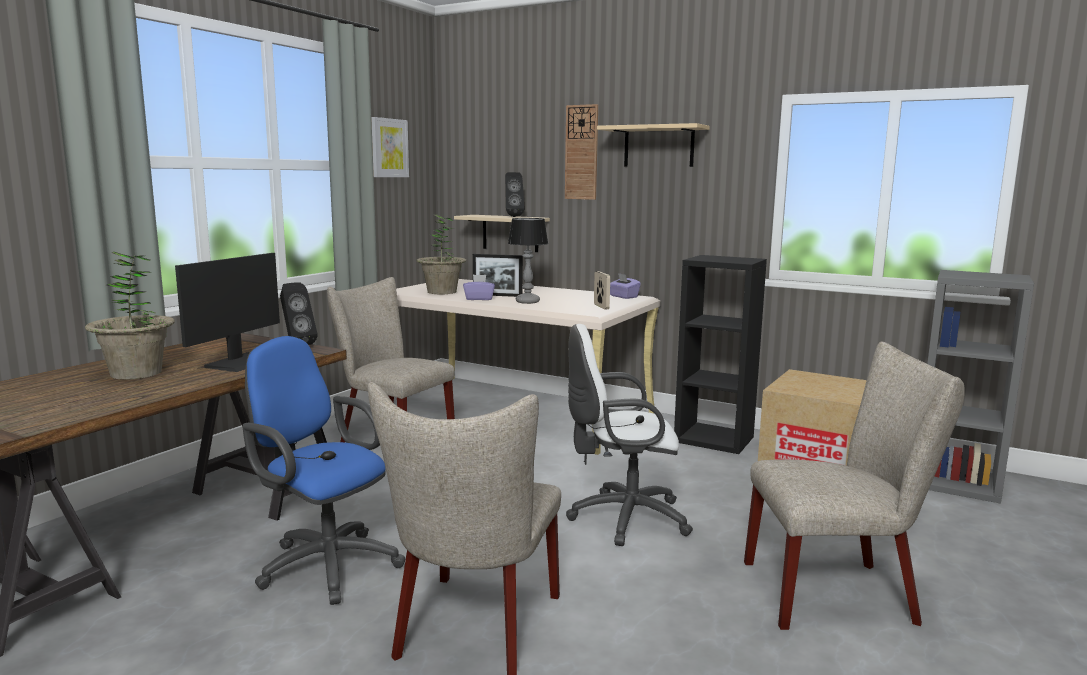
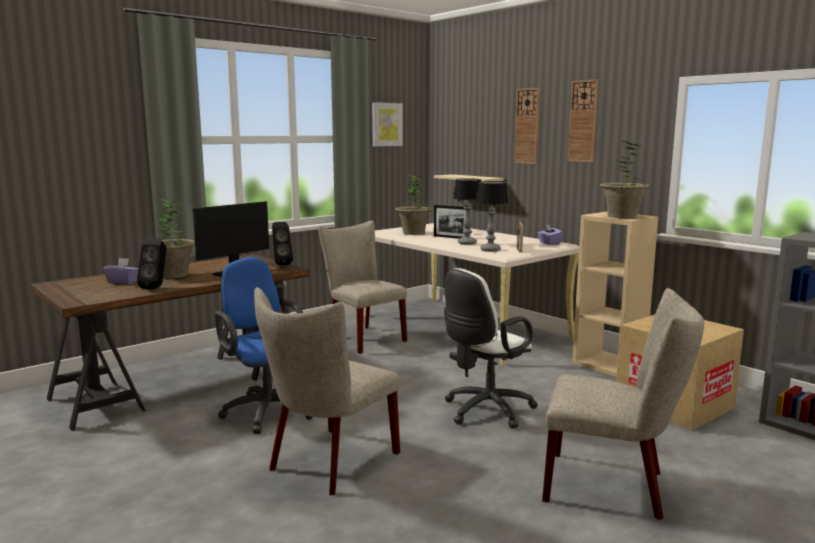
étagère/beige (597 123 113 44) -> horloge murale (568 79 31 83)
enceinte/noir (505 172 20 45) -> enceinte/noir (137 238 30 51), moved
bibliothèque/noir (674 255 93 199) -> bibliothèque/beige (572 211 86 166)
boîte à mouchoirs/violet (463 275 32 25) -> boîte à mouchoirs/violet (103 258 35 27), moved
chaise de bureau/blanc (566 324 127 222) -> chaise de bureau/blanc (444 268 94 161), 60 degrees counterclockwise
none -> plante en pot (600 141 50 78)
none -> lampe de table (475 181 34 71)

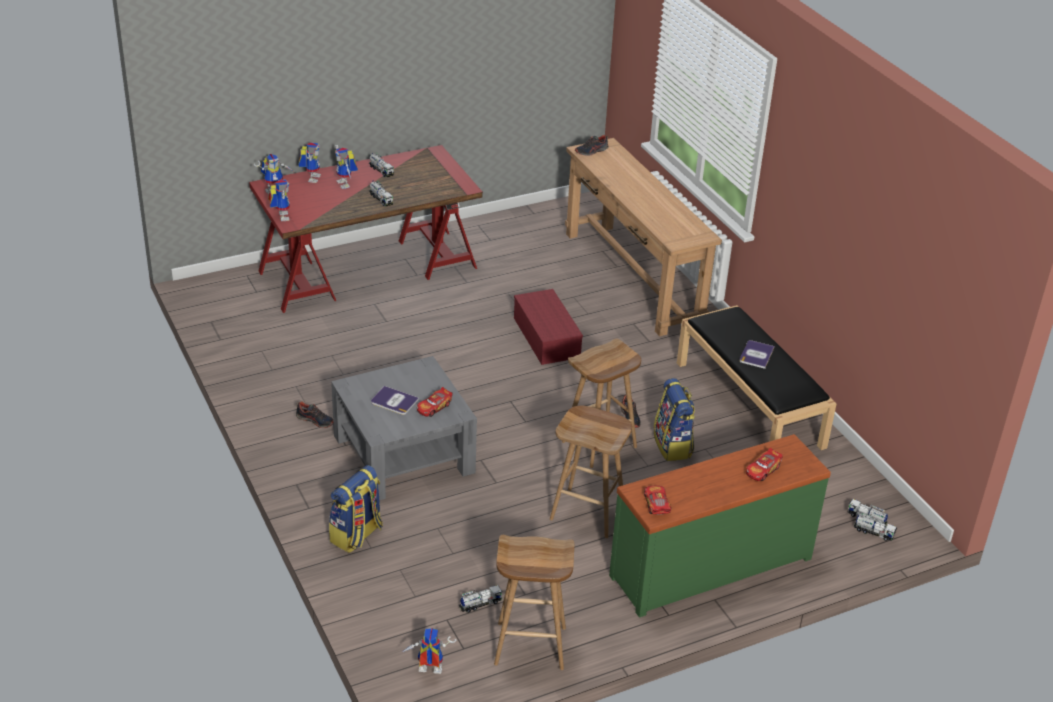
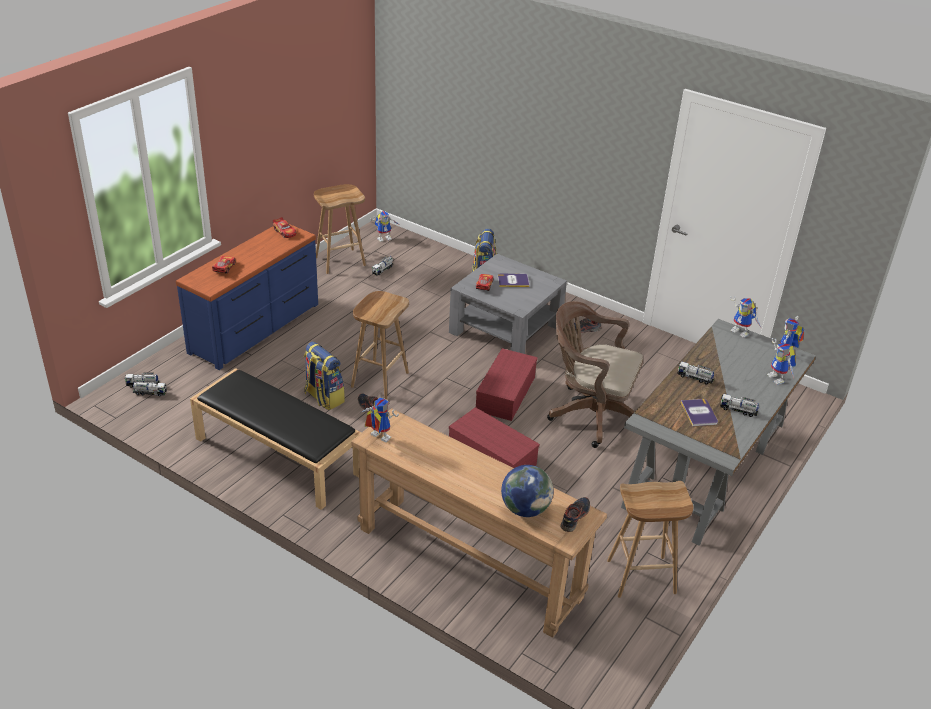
bureau/rouge (249 145 234 168) -> bureau/gris (621 319 195 227)
robot jouet (335 145 23 44) -> robot jouet (360 397 39 45), moved
livre (740 340 35 29) -> livre (681 399 37 27), moved
tabouret/marron (550 405 82 133) -> tabouret/marron (607 481 87 117), moved
commode/vert (609 434 222 183) -> commode/bleu (176 224 142 146)
none -> chaise de bureau/marron (547 301 96 147)
none -> boîte de rangement/rouge (476 348 62 73)
none -> globe (501 465 52 52)

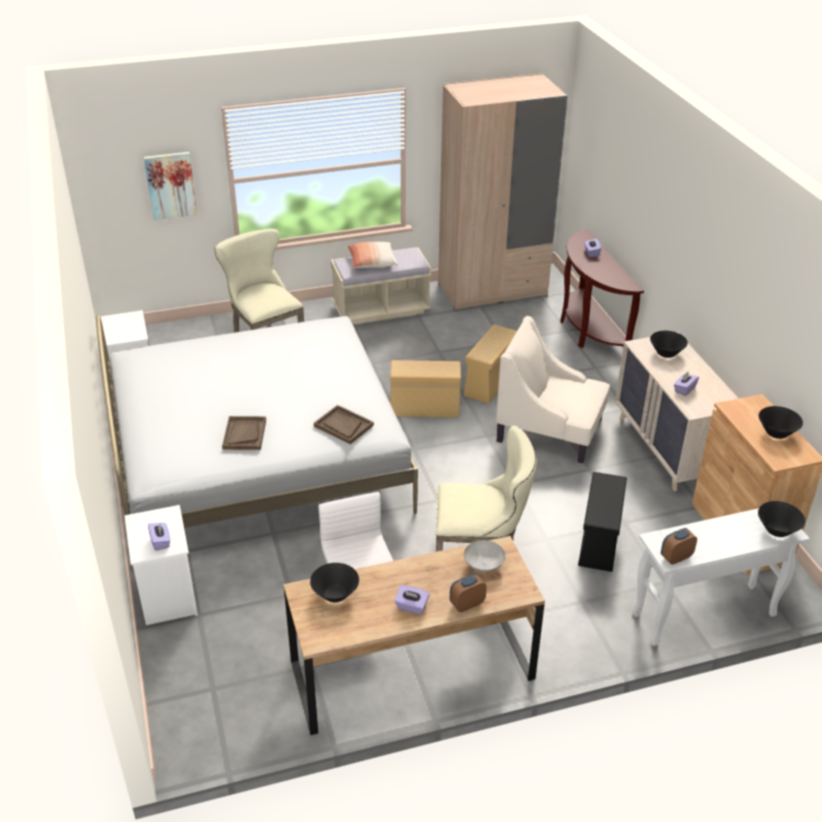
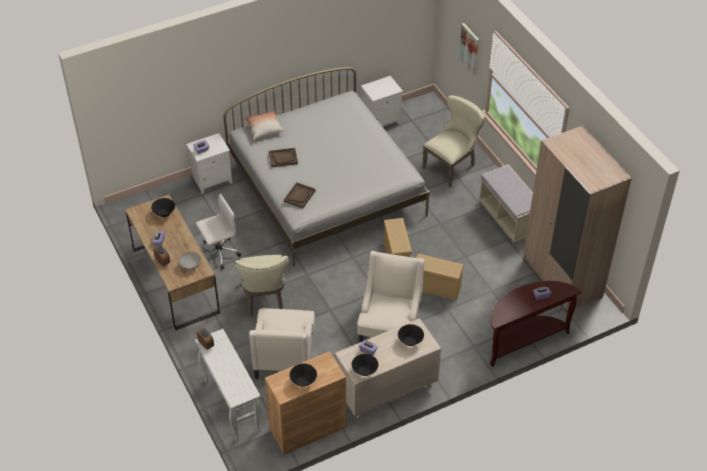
coussin (348 242 50 26) -> coussin (245 111 39 28), moved
boîte de rangement/noir (578 472 49 100) -> fauteuil/beige (249 308 66 71)
bol/noir (758 501 47 36) -> bol/noir (352 354 26 22), moved

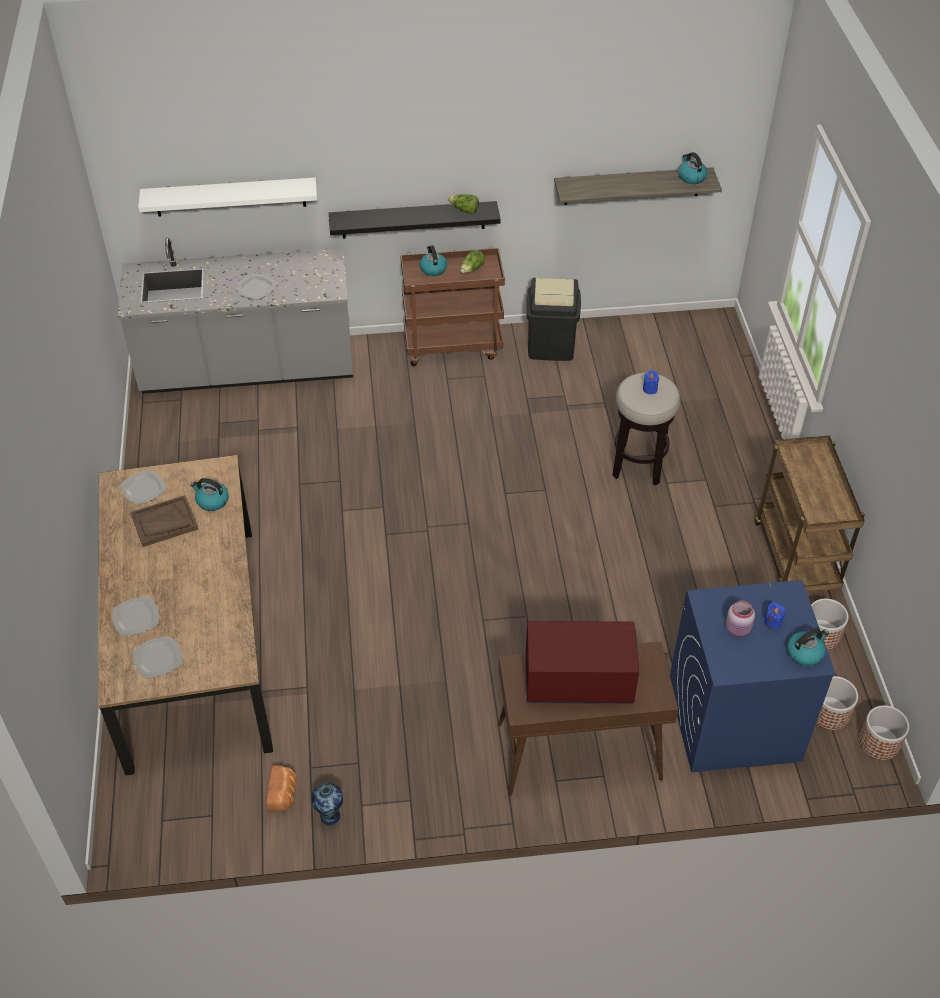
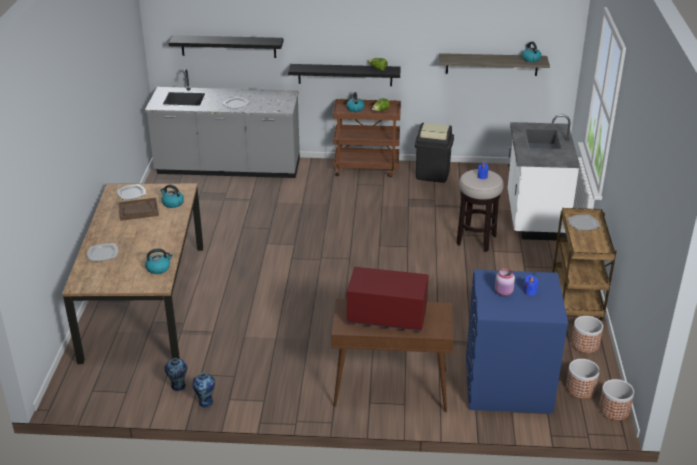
étagère/blanc (138 178 179 39) -> étagère/noir (169 35 114 23)
bouilloire (787 629 42 37) -> bouilloire (145 249 28 25), moved
assiette (133 636 49 43) -> assiette (568 214 33 17), moved
pain (266 765 30 47) -> vase (165 358 22 33)
none -> comptoir de cuisine/blanc (508 115 72 125)

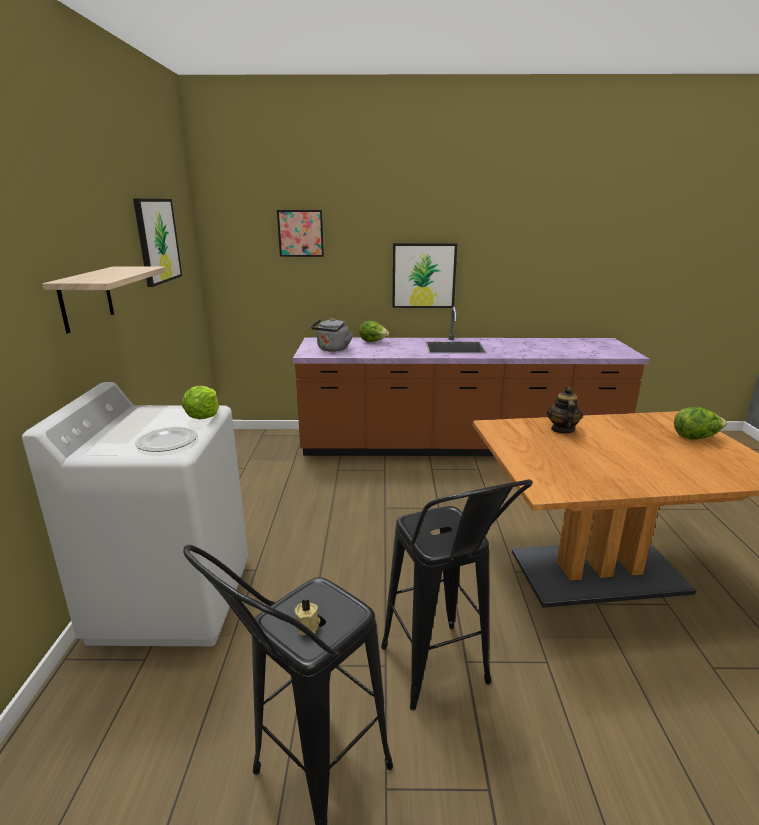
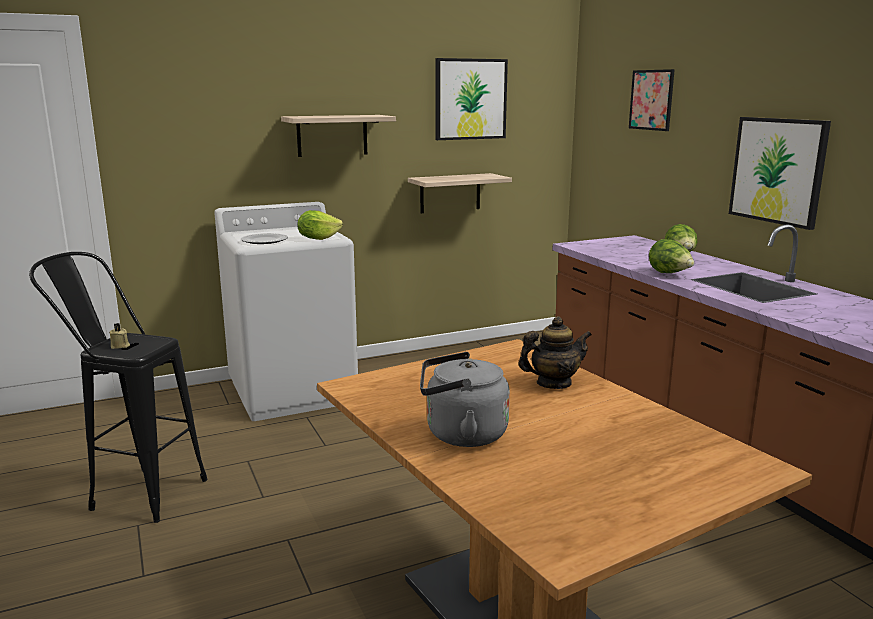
bouilloire/gris (311 318 42 34) -> bouilloire/gris (420 352 90 95), moved
laitue (674 407 53 33) -> laitue (649 239 45 34), moved
tabouret/noir (381 479 152 232) -> none
none -> étagère (408 173 104 40)

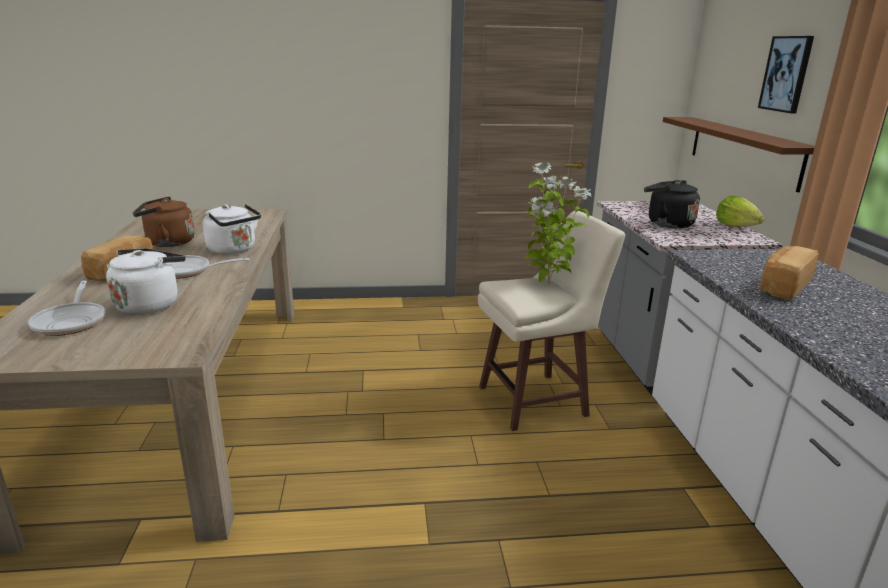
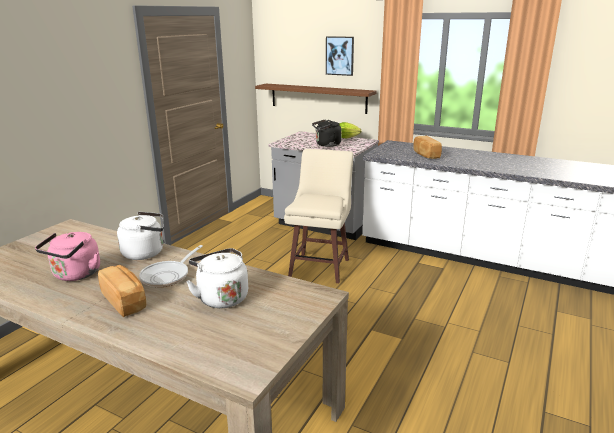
plante en pot (525 163 66 120) -> none
bouilloire/marron (133 197 62 50) -> bouilloire/rose (35 232 65 49)
poêle (28 281 77 55) -> none

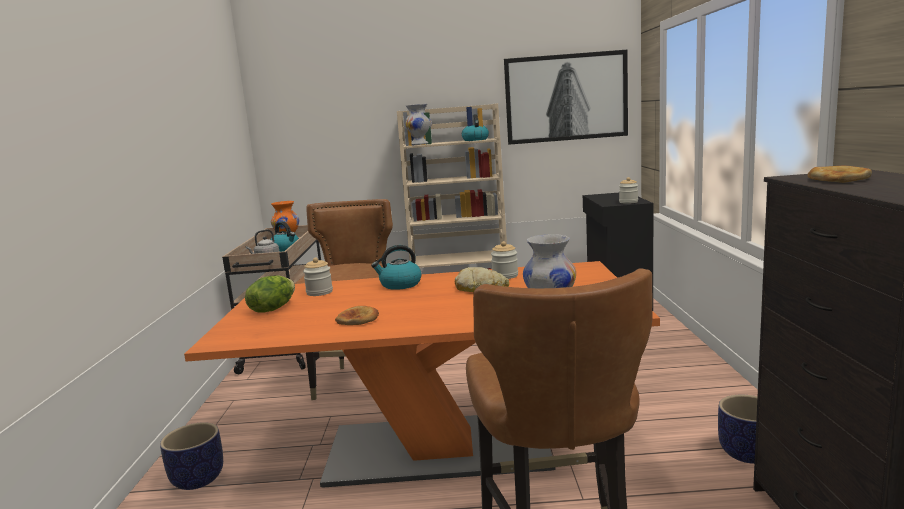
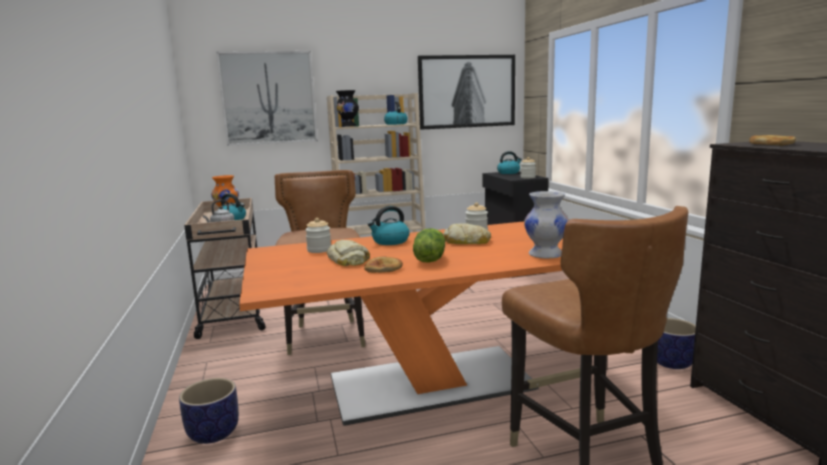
vase/blanc (405 104 27 41) -> vase/noir (334 90 25 37)
laitue (245 275 50 38) -> laitue (413 228 32 34), moved
none -> tableau (216 51 102 95)
none -> bouilloire (497 151 25 23)
none -> pain (327 240 43 26)

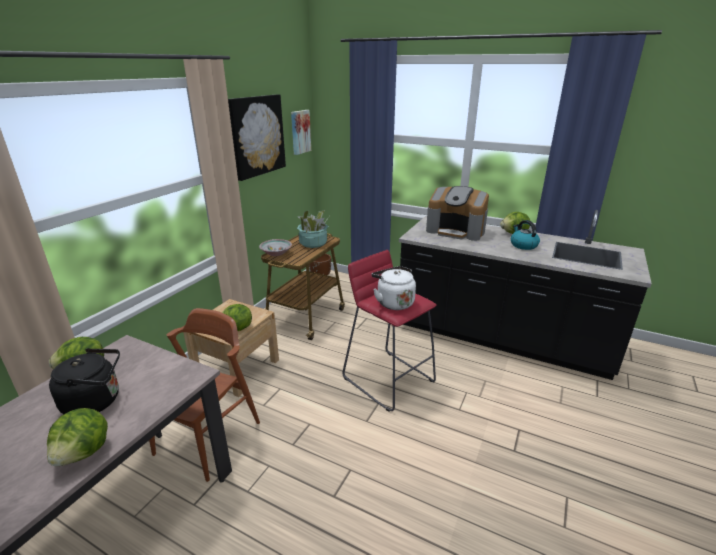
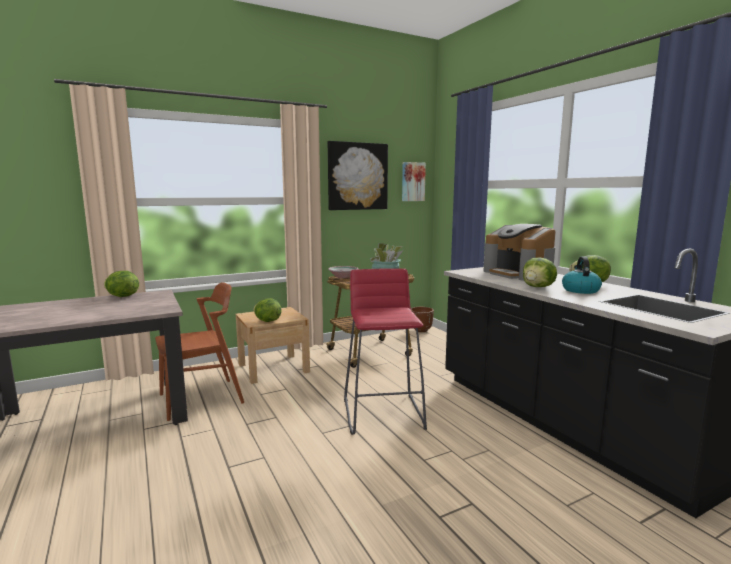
bouilloire/blanc (372 266 44 44) -> none
bouilloire/noir (49 348 71 66) -> none
laitue (47 408 61 58) -> laitue (523 257 34 30), moved

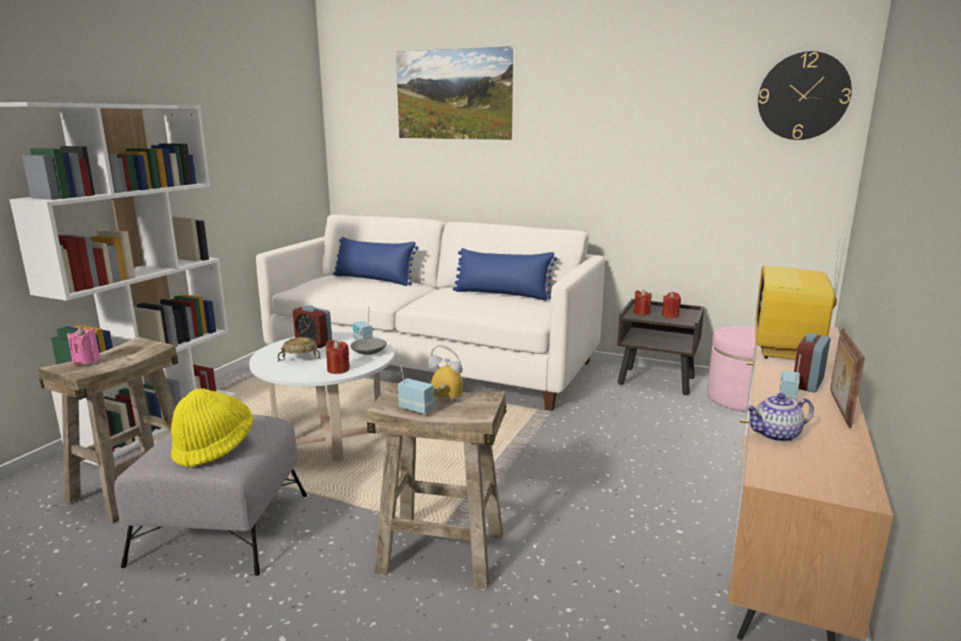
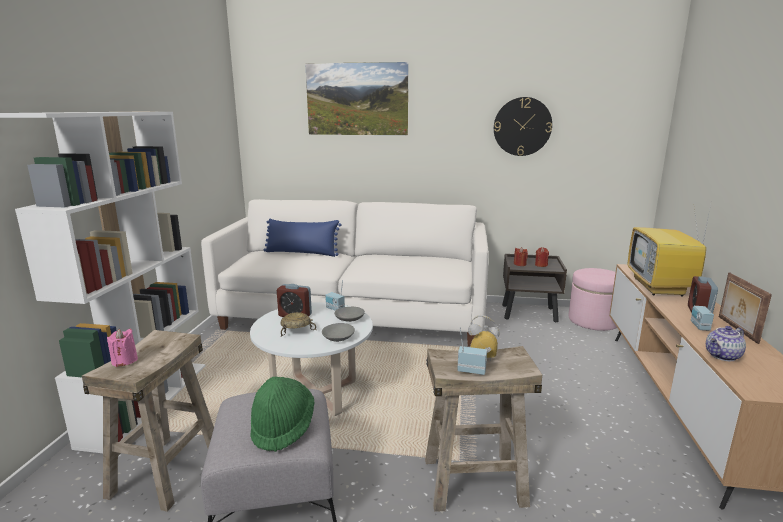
horloge murale (758 51 94 89) -> horloge murale (494 97 58 59), moved
coussin/bleu (453 248 104 53) -> none
bougie/rouge (326 340 24 34) -> bol/gris (322 323 33 19)
chapeau/jaune (171 388 82 80) -> chapeau/vert (250 376 64 76)

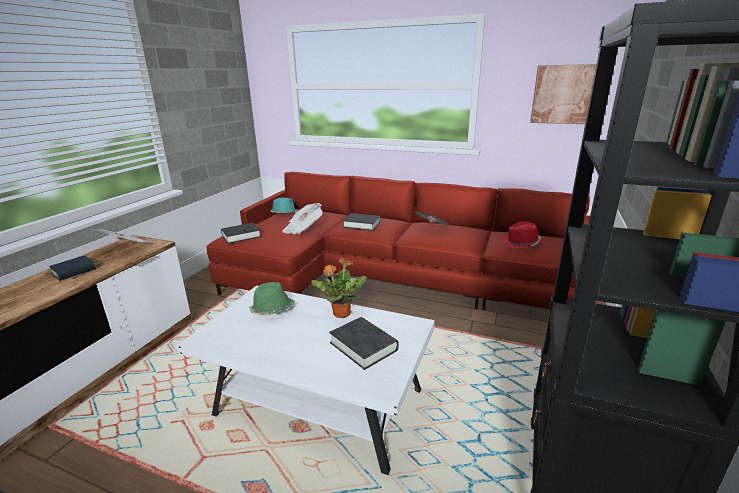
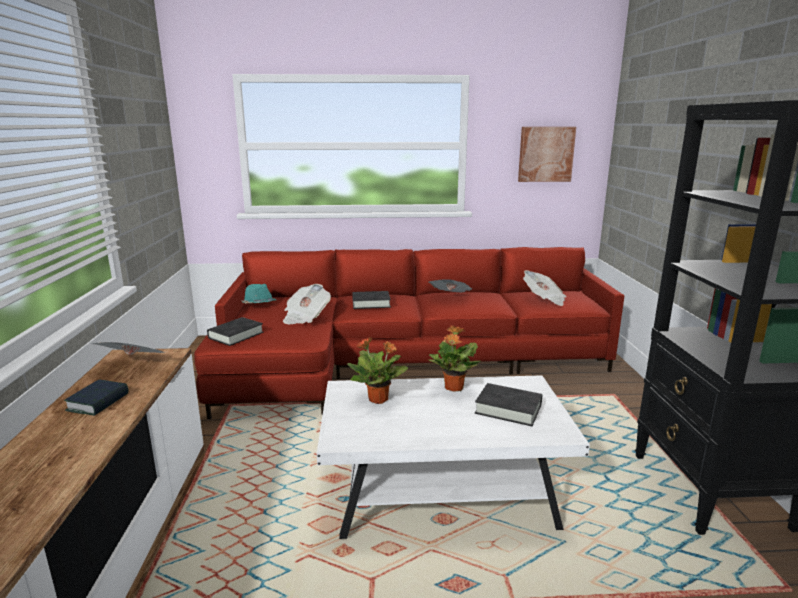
chapeau/rouge (503 221 38 28) -> journal (523 270 43 36)
chapeau/vert (248 282 47 33) -> plante en pot (347 337 61 67)

